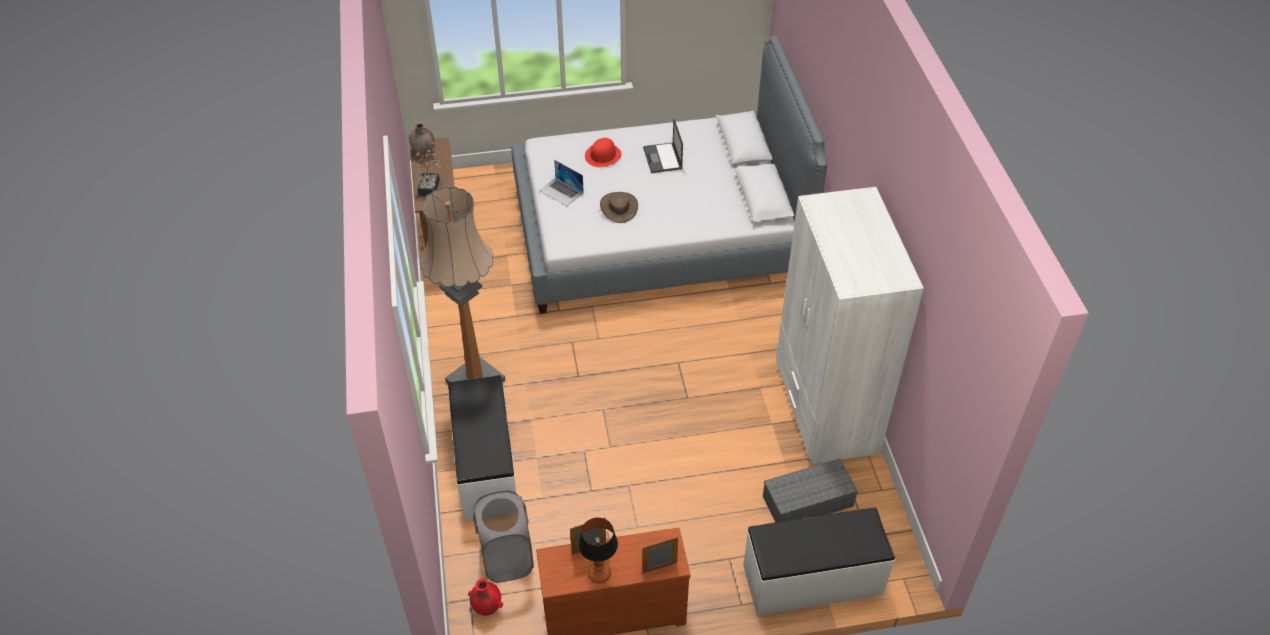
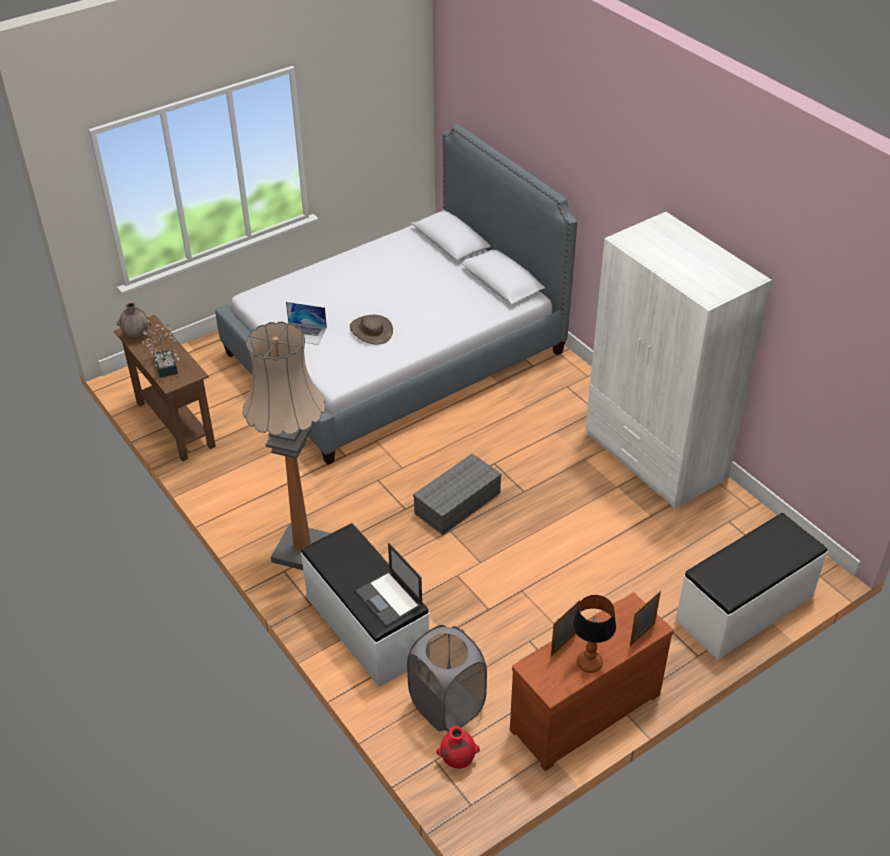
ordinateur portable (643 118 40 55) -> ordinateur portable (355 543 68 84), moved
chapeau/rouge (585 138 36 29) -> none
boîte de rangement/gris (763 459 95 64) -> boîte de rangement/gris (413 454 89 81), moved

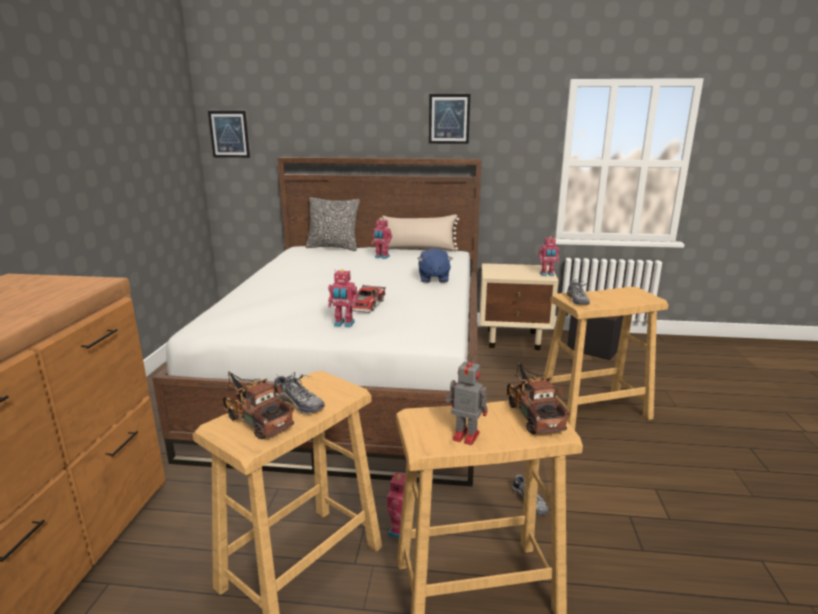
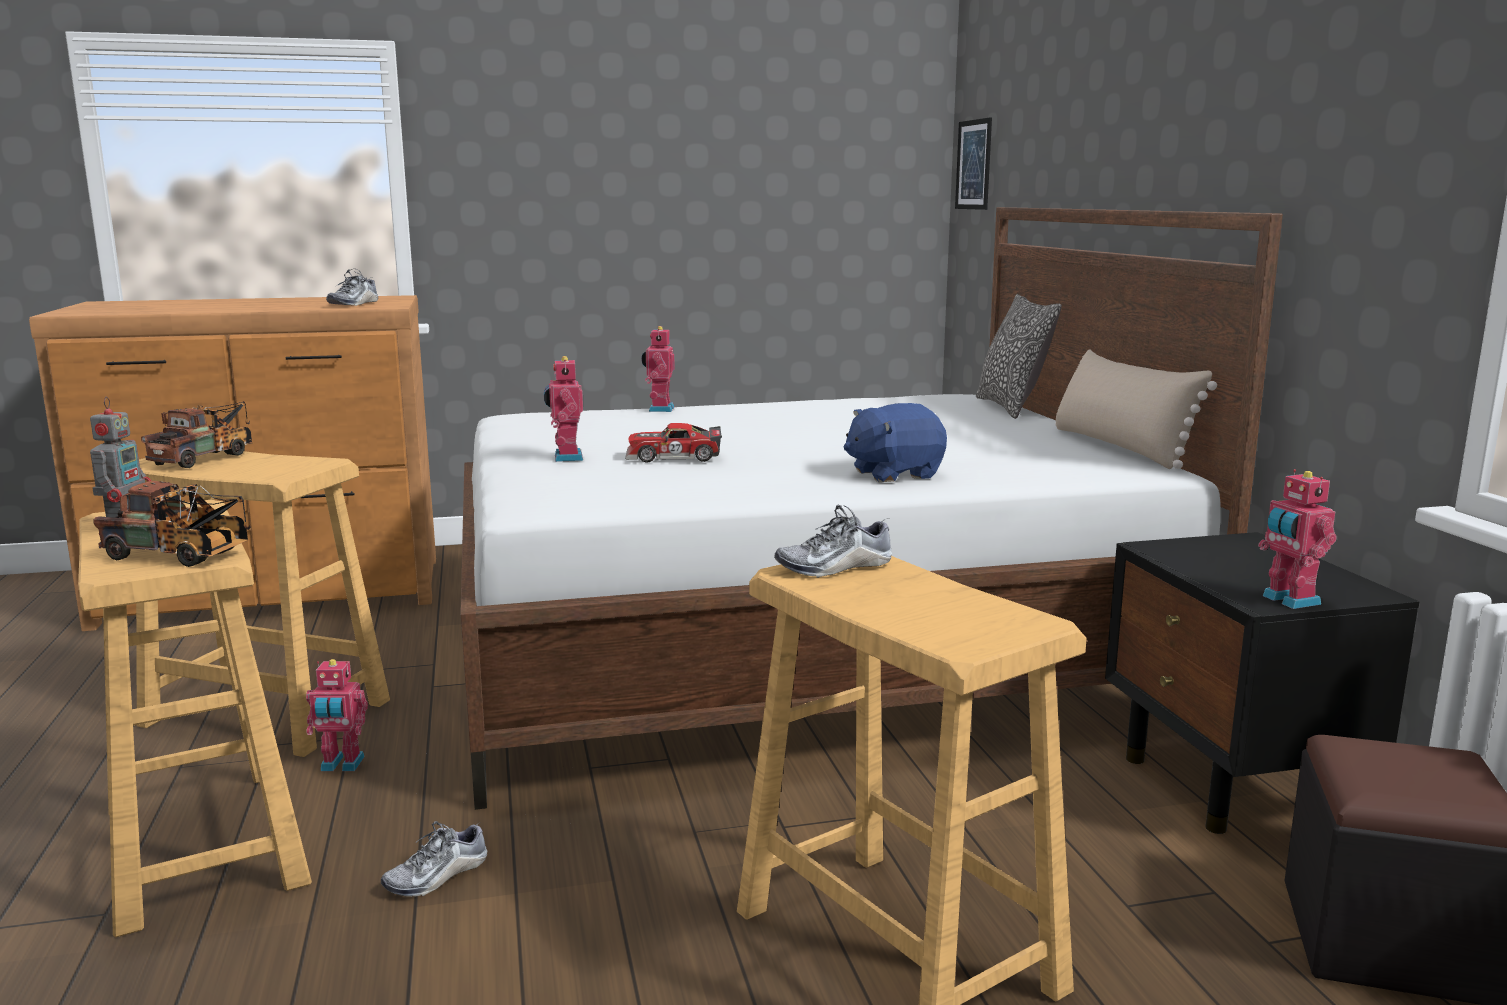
tableau (429 94 41 50) -> none
robot jouet (371 218 21 41) -> robot jouet (641 326 34 86), moved
table de chevet/beige (480 263 79 87) -> table de chevet/noir (1105 532 314 302)
camion jouet (506 361 64 73) -> camion jouet (93 481 157 86), 45 degrees clockwise
chaussure (274 372 51 42) -> chaussure (326 269 52 37), moved

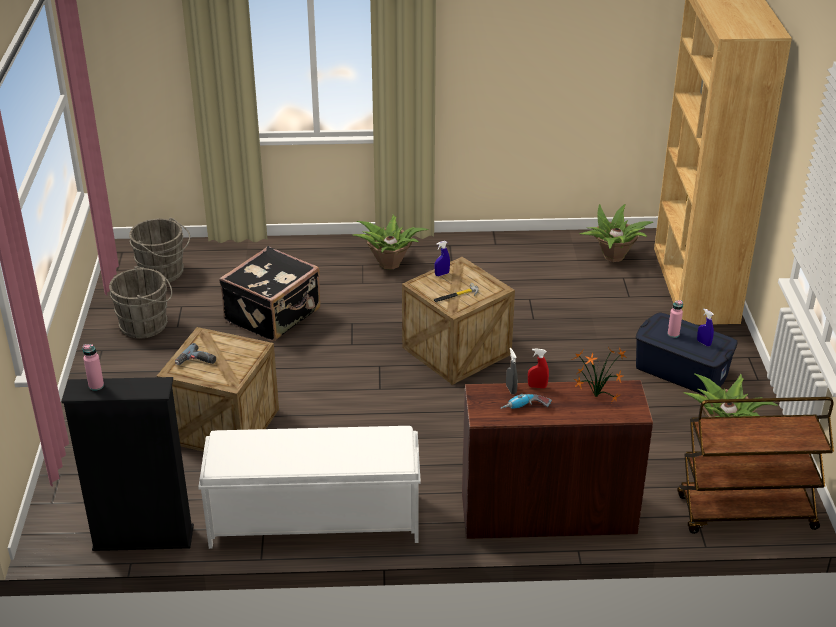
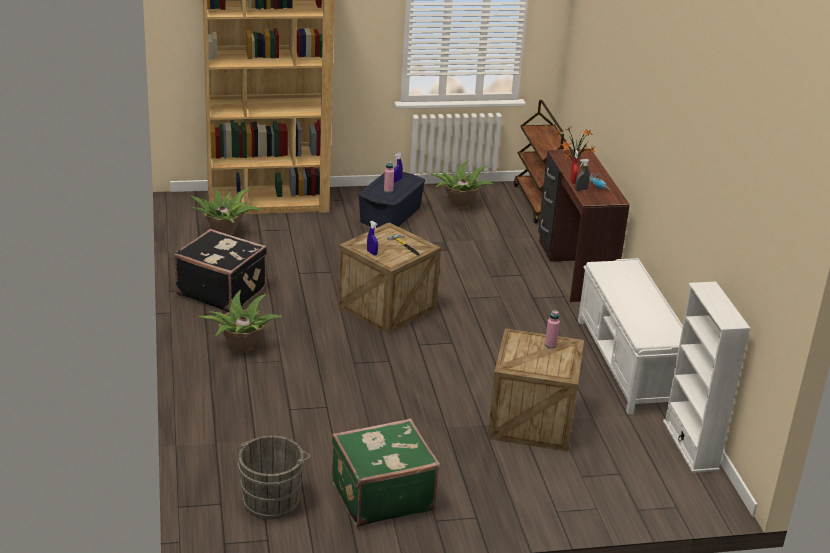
valise/noir (219 246 102 96) -> valise/noir (174 229 93 83), moved
seau/gris (109 266 63 72) -> valise/vert (332 418 108 109)
perceuse (175 343 41 22) -> none
bouteille/rose (83 344 21 47) -> bouteille/rose (545 310 15 39), moved
bibliothèque/noir (61 377 133 174) -> bibliothèque/blanc (663 282 88 191)

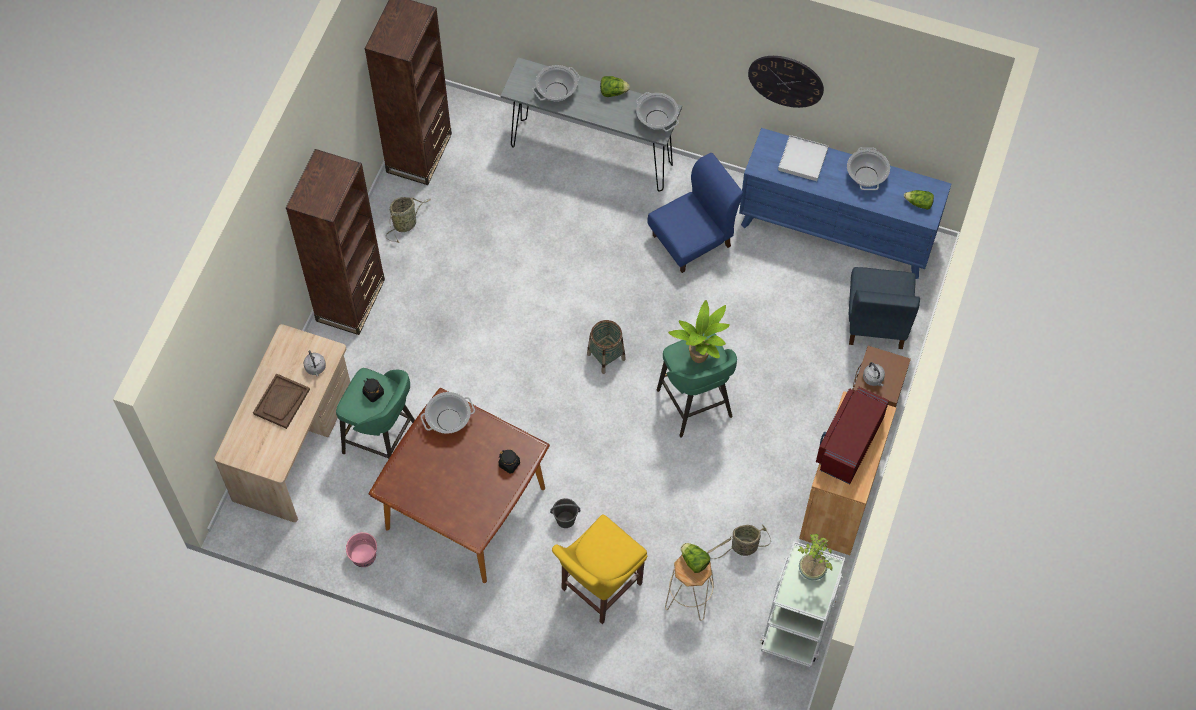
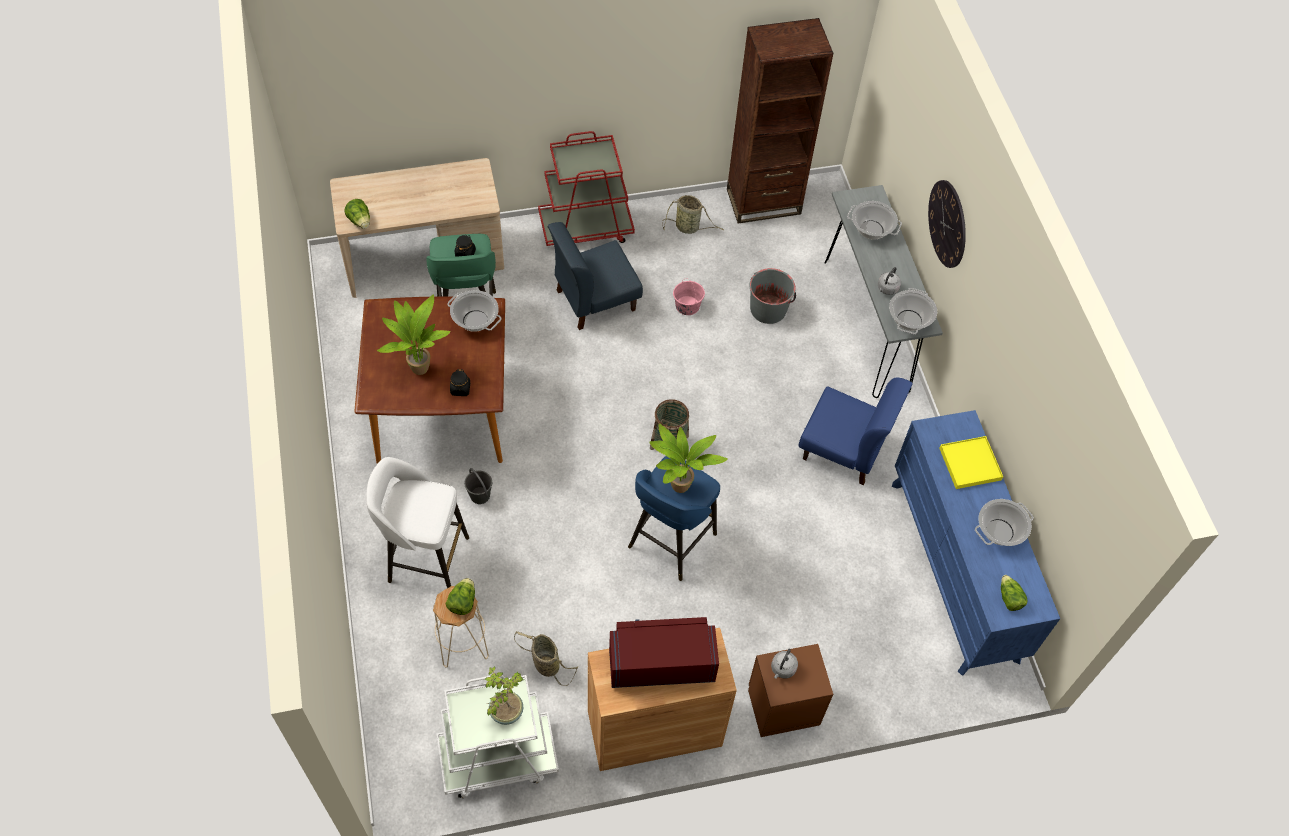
horloge murale (748 56 76 52) -> horloge murale (928 180 38 88), moved
laitue (600 76 30 21) -> laitue (344 199 26 30), moved
plateau/blanc (778 135 50 46) -> plateau/jaune (939 436 64 53)
bibliothèque/marron (286 149 99 186) -> chariot/rouge (538 131 97 115)
chaise/bleu (849 267 71 82) -> chaise/bleu (548 222 95 108), moved
tabouret/vert (657 333 80 105) -> tabouret/bleu (628 456 92 125)
bouilloire/gris (304 350 22 26) -> bouilloire/gris (878 267 23 28), moved
plateau/marron (253 373 57 56) -> none
chaise/jaune (552 514 95 110) -> tabouret/blanc (366 457 103 131)
seau/rose (346 532 31 35) -> seau/rose (673 278 32 37), moved
none -> seau/gris (749 268 47 56)
none -> plante en pot (377 295 74 80)

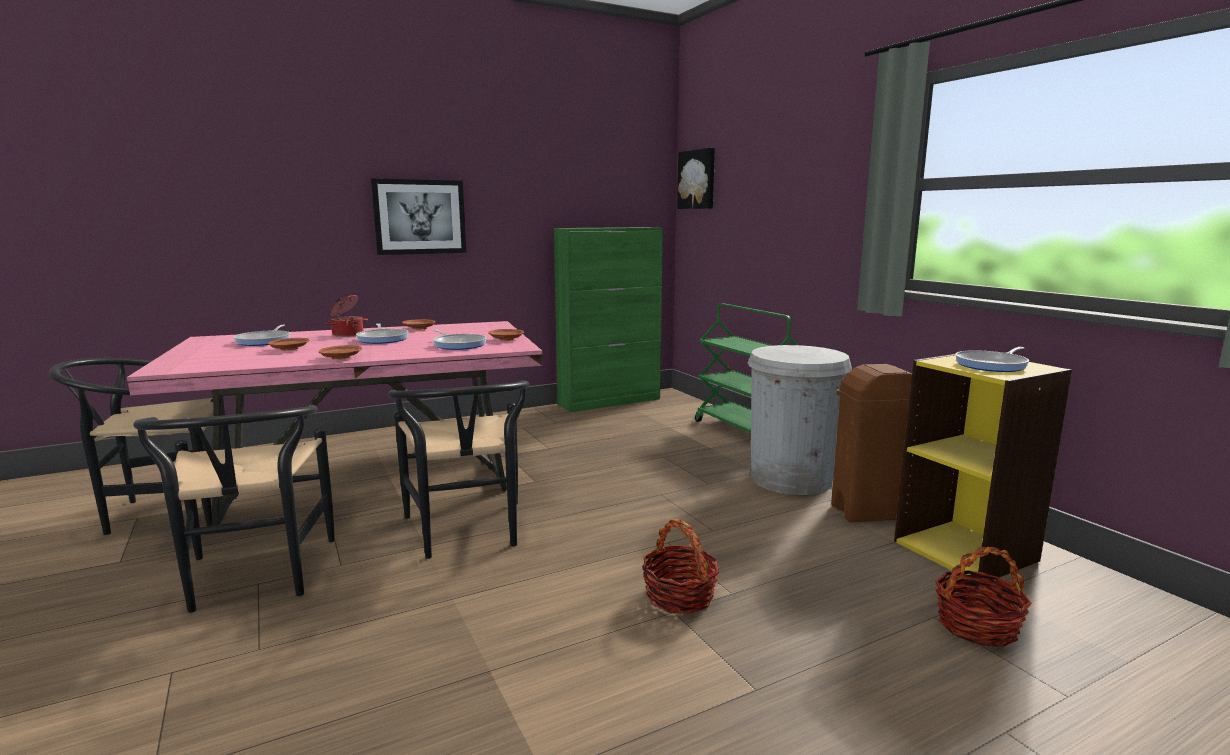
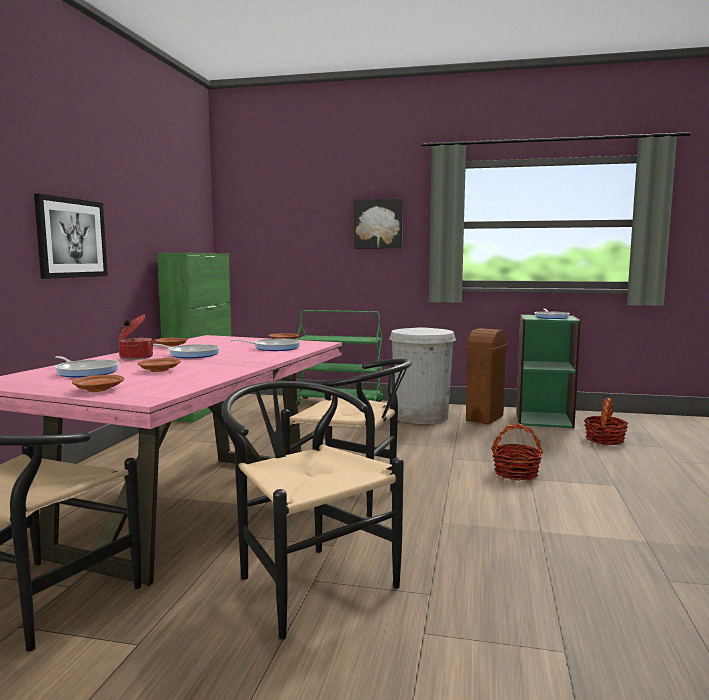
tableau (677 147 38 62) -> tableau (354 198 49 51), moved
assiette/marron (319 345 43 14) -> assiette/marron (72 375 52 17), moved
bibliothèque/jaune (894 354 178 226) -> bibliothèque/vert (516 314 65 115)
chaise/noir (133 405 202 208) -> chaise/noir (222 381 182 259), 150 degrees counterclockwise

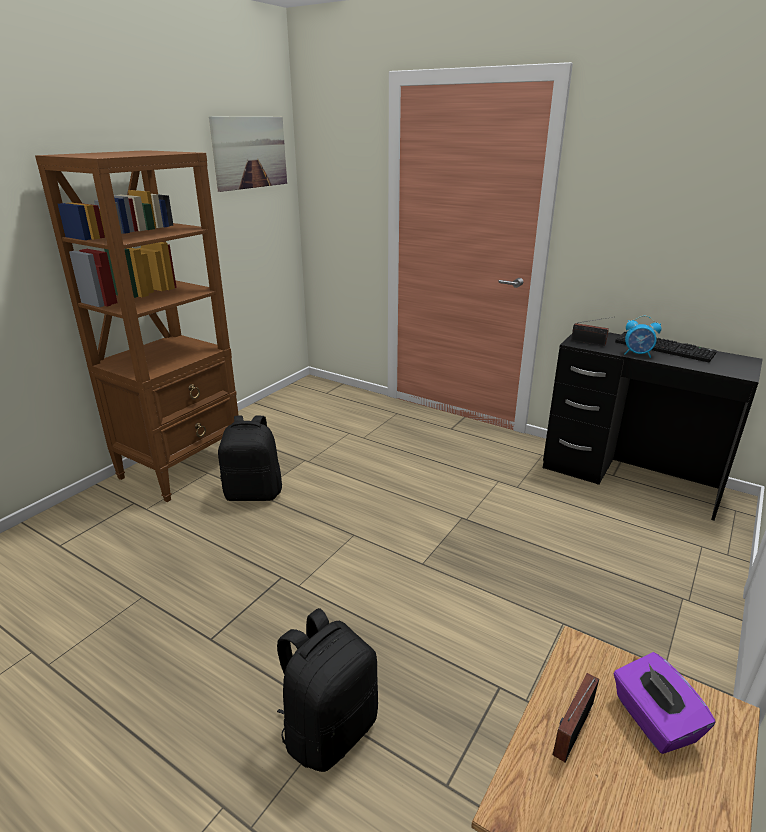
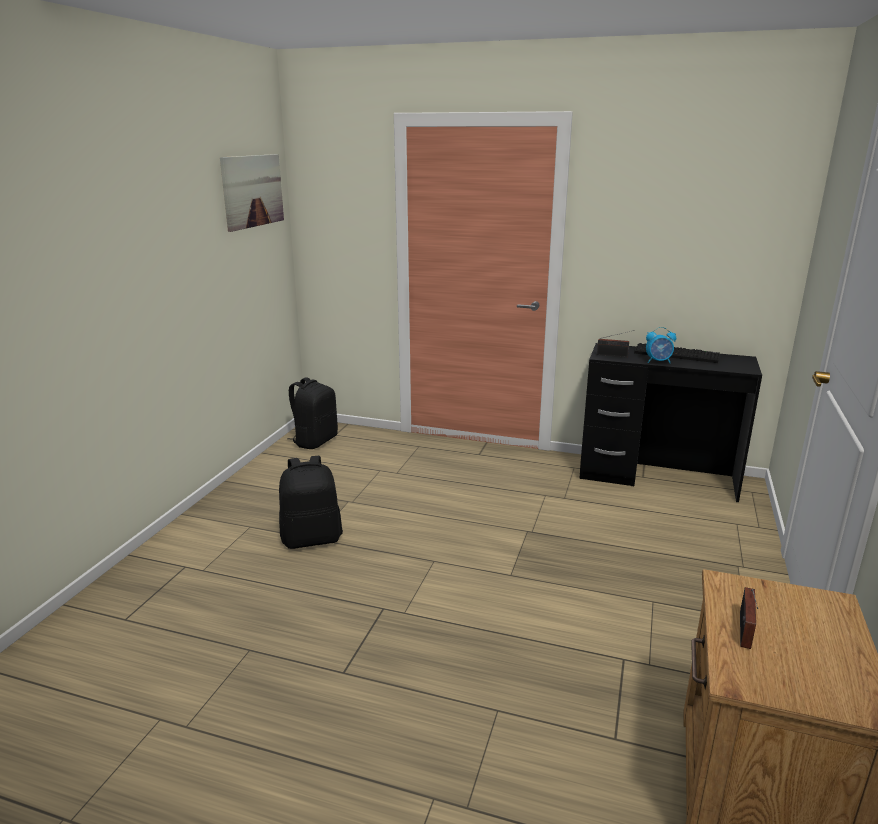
bibliothèque/marron (35 150 204 352) -> none
sac à dos/noir (277 608 101 164) -> sac à dos/noir (287 377 51 72), moved
boîte à mouchoirs/violet (613 652 102 102) -> none

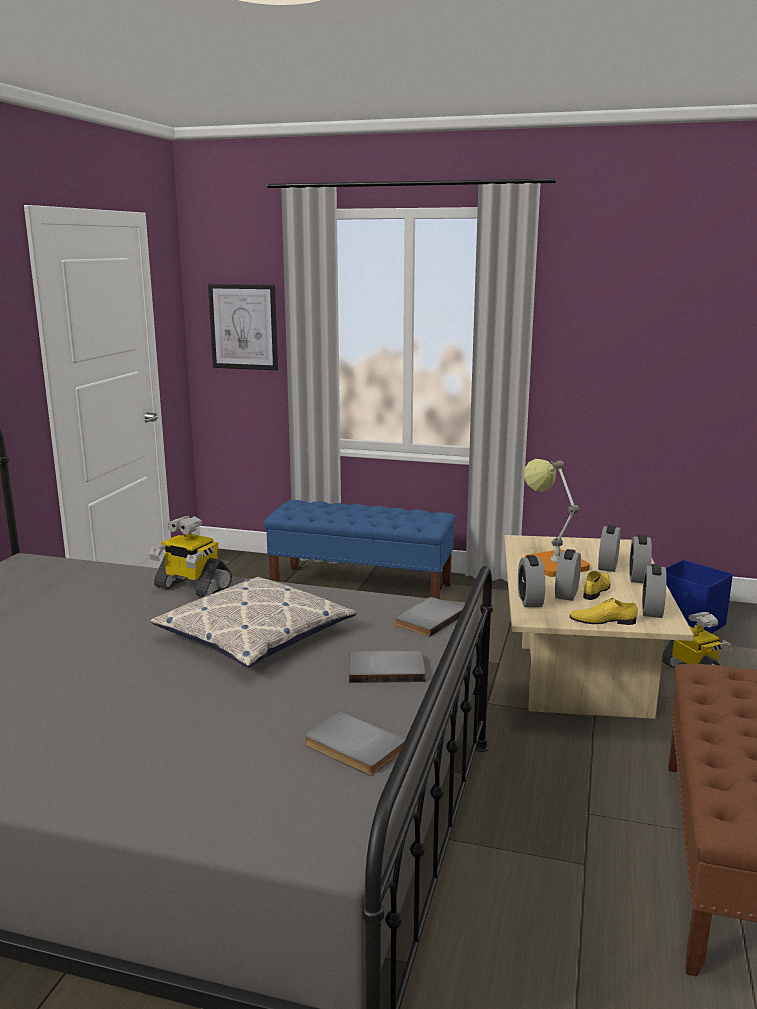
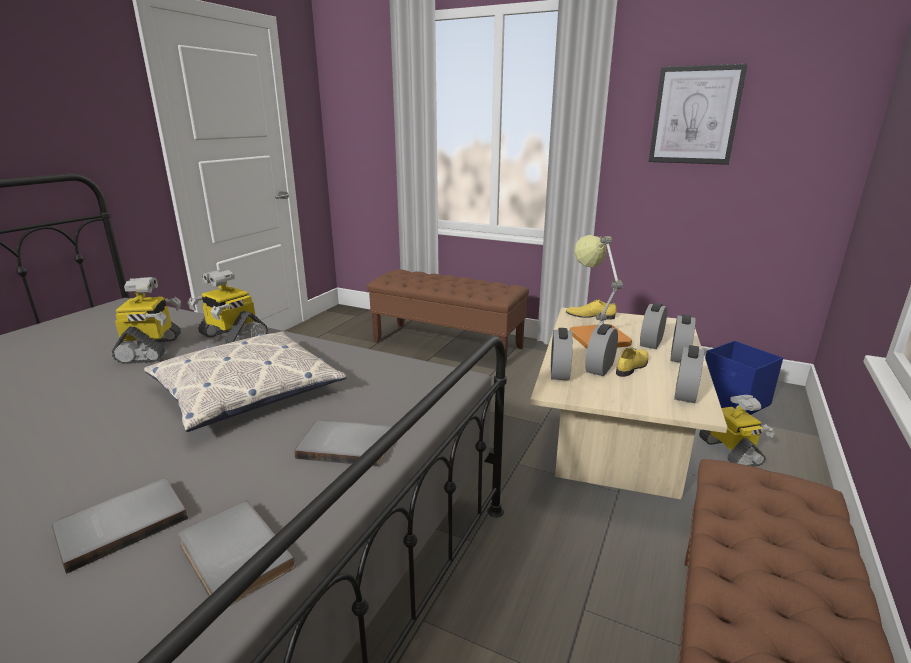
tableau (208 284 70 86) -> tableau (649 64 98 101), moved
banc/bleu (264 500 192 99) -> banc/marron (367 269 162 99)
livre/gris (394 597 70 40) -> livre/gris (52 479 136 95), moved
chaussure/jaune (570 598 68 27) -> chaussure/jaune (566 299 51 21), moved
none -> robot jouet (112 277 69 87)

